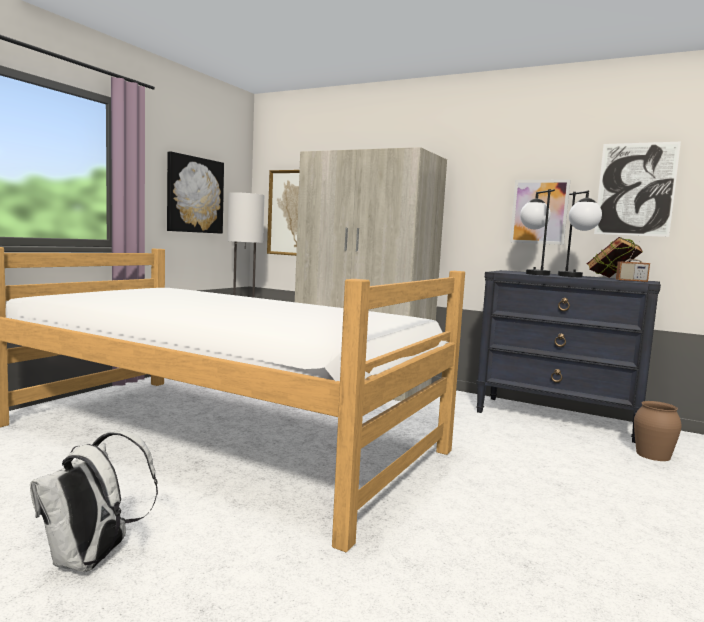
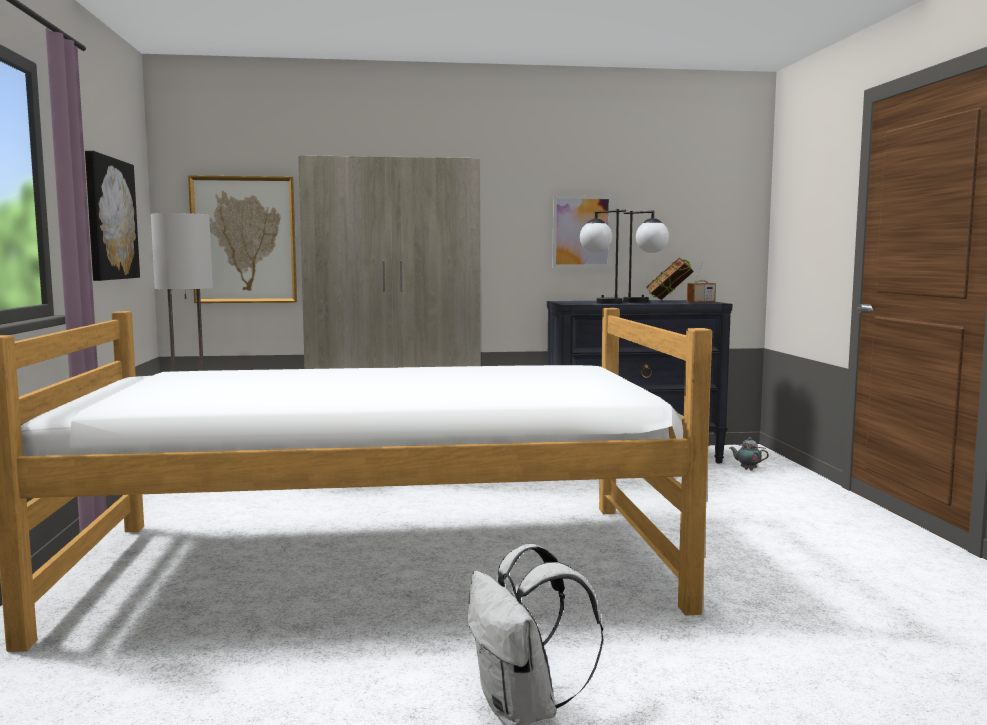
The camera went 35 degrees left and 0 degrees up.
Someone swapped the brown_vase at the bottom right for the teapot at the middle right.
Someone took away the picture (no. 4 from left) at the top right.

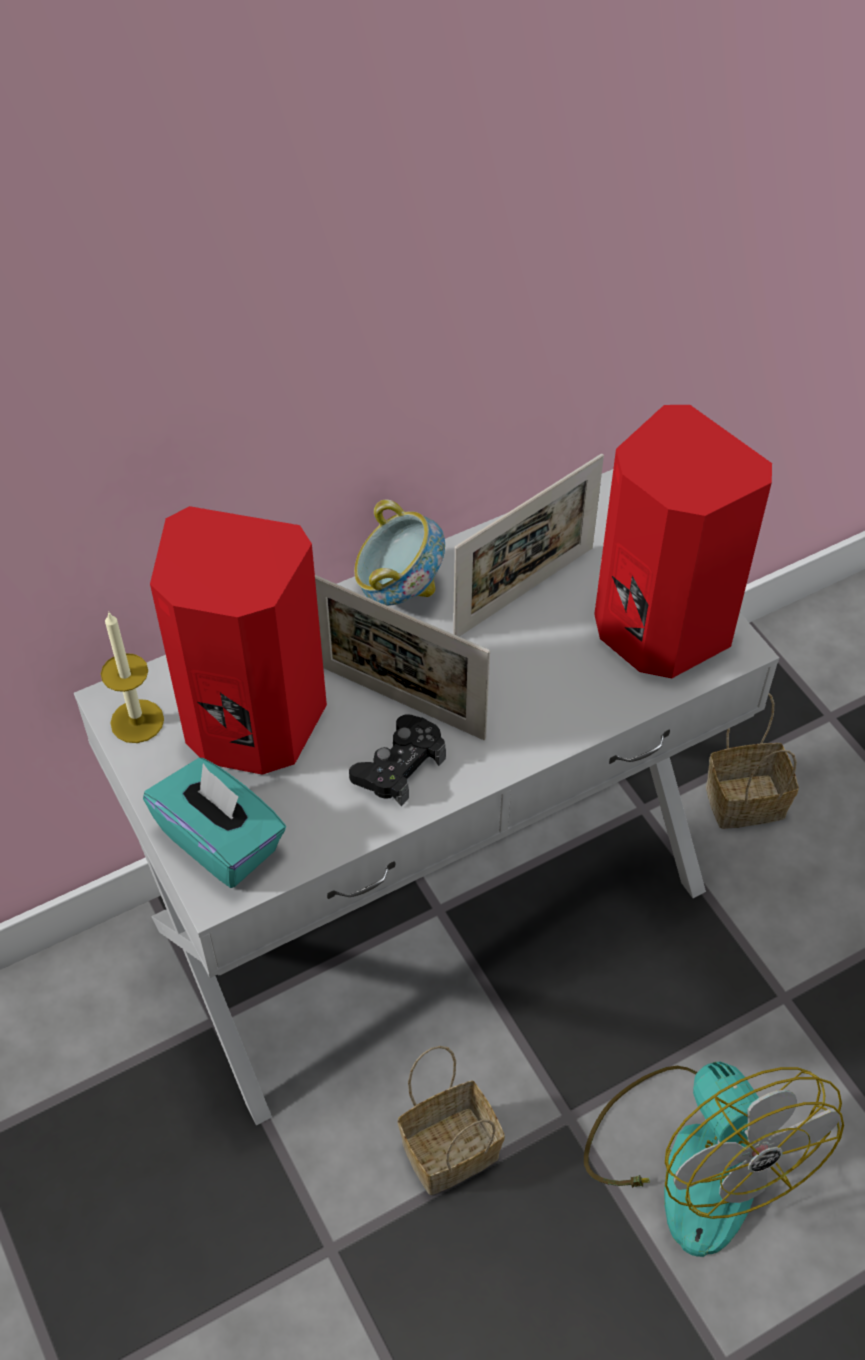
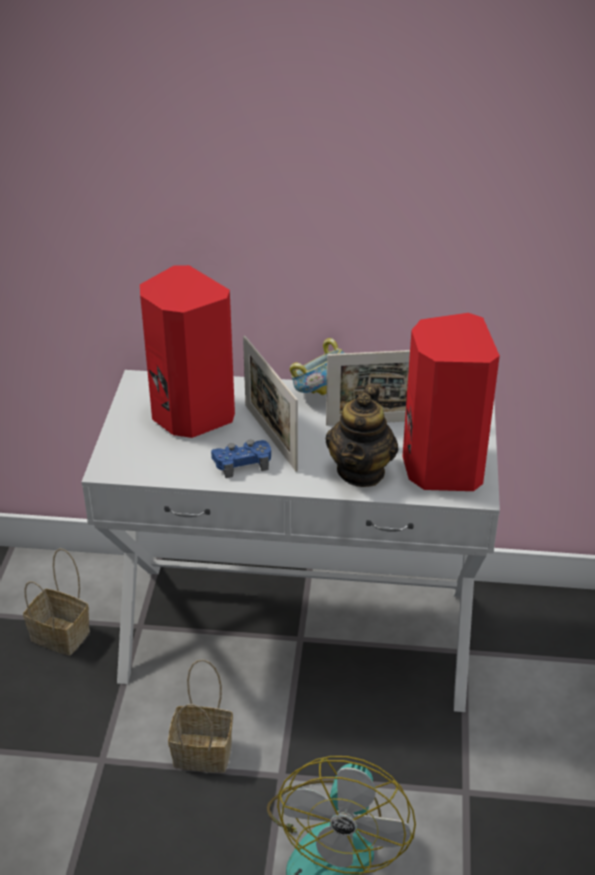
The camera went 35 degrees right and 15 degrees down.
Someone carried the basket (no. 2 from left in the first image) from the middle right to the bottom left.
Someone repainted the black_game_controller at the centre, which became the blue_game_controller at the centre.
Someone put down the teapot at the centre.
Someone took away the candle at the middle left.
Someone took away the turquoise_tissue_box at the middle left.

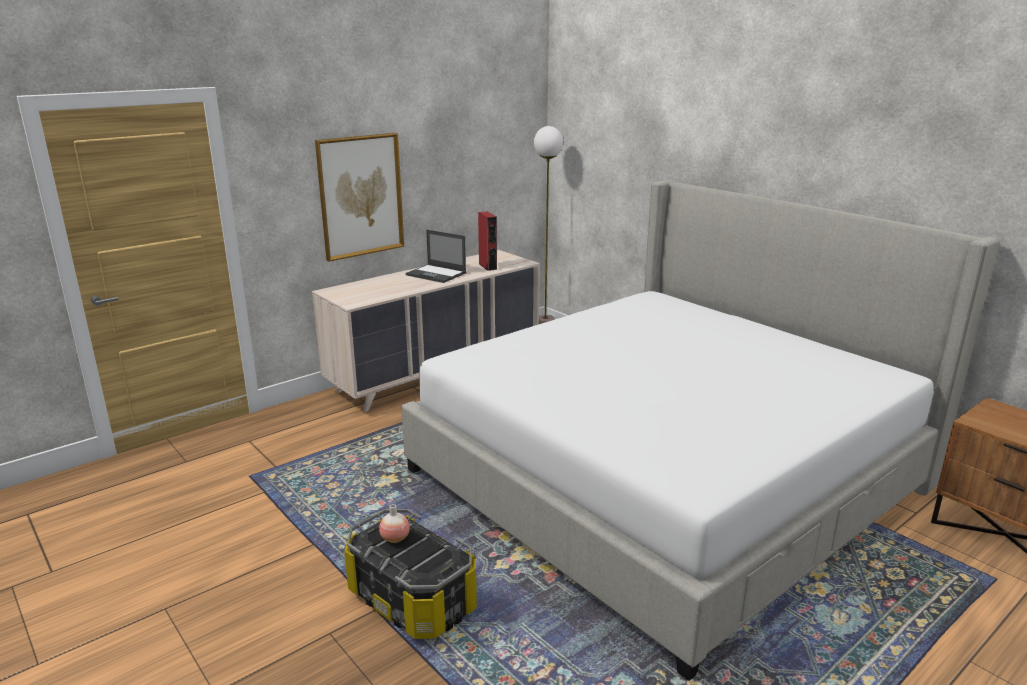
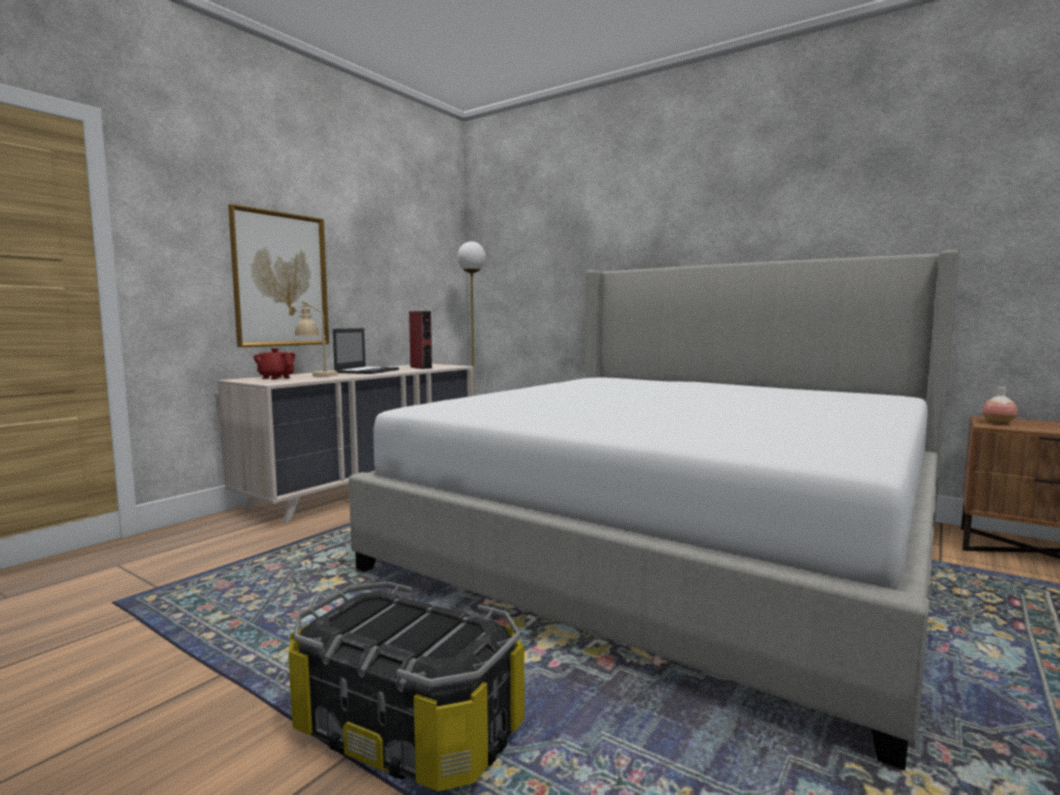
The camera went 15 degrees left and 15 degrees down.
Someone put down the red_teapot at the middle left.
Someone put down the beige_table_lamp at the middle left.
Someone rotated the laptop at the centre by 90 degrees counterclockwise.
Someone carried the vase from the bottom centre to the middle right.

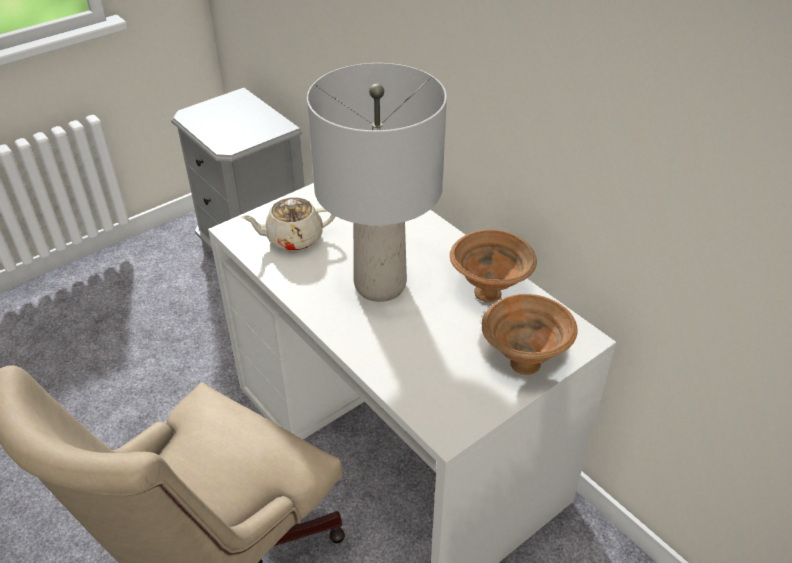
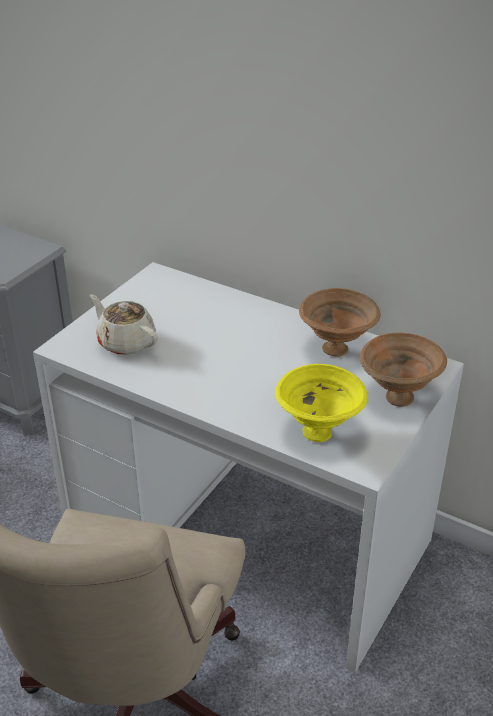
The camera went 20 degrees left and 5 degrees down.
Someone rotated the beige_teapot at the centre by 75 degrees clockwise.
Someone put down the yellow_bowl at the centre.
Someone took away the grey_table_lamp at the top centre.

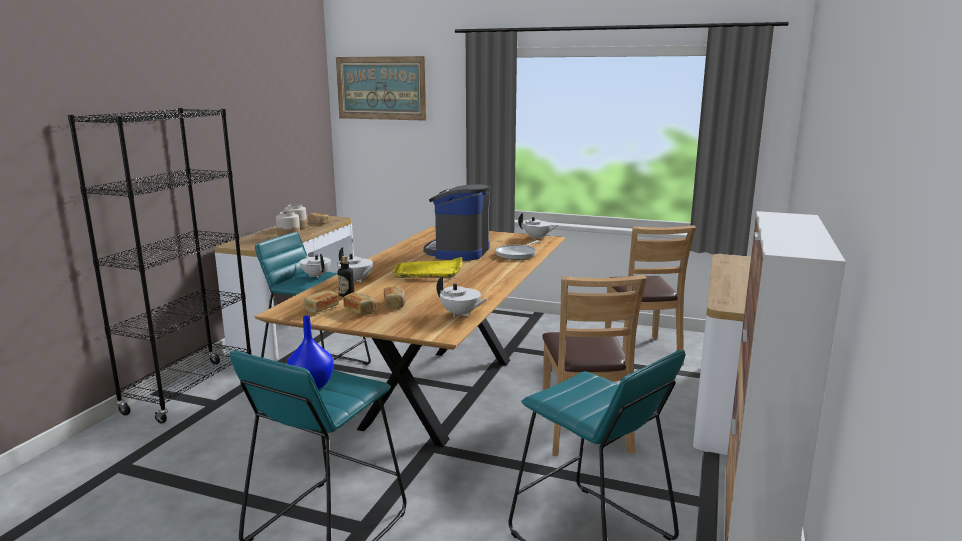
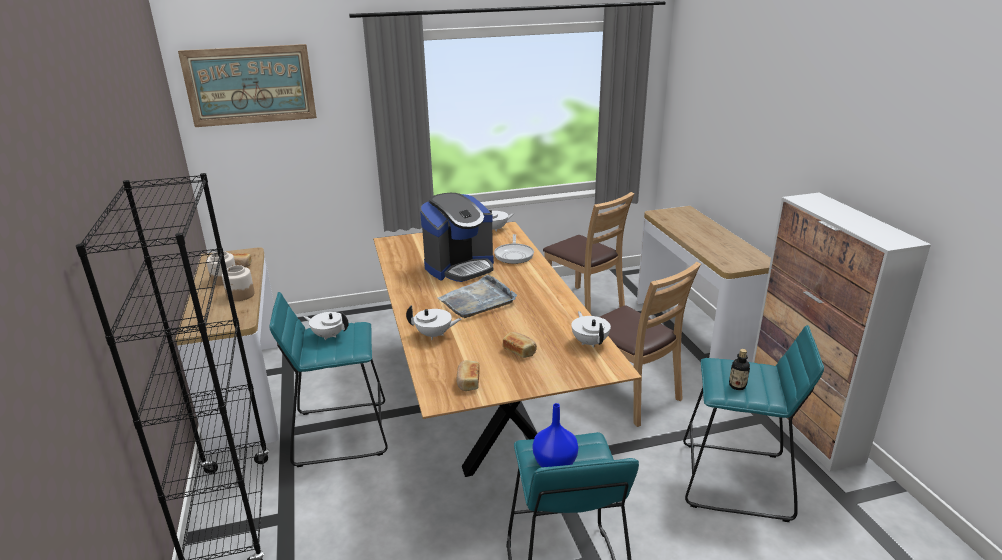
The camera went 35 degrees left and 10 degrees up.
Someone rotated the coffee_machine at the centre by 105 degrees counterclockwise.
Someone repainted the yellow_tray at the centre, which became the grey_tray at the centre.
Someone rotated the white_teapot (no. 3 from left in the first image) at the centre by 105 degrees counterclockwise.
Someone carried the bottle from the centre to the middle right.
Someone took away the bread (no. 3 from left) at the centre.

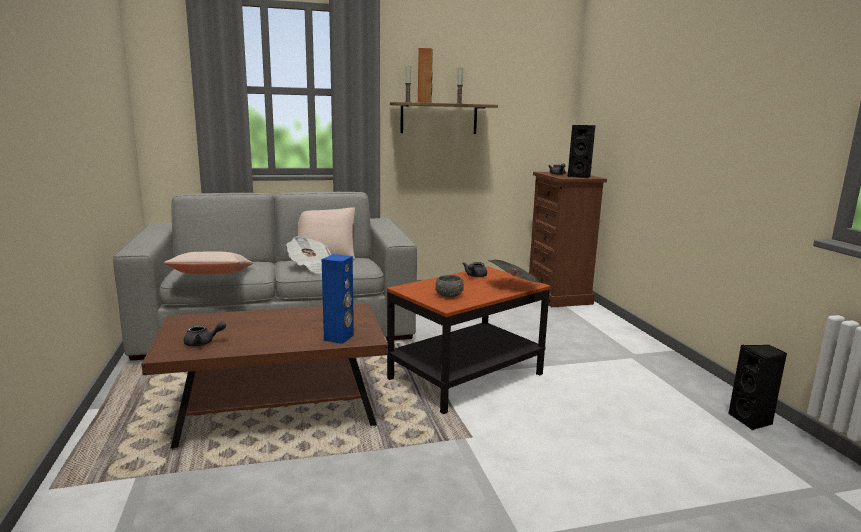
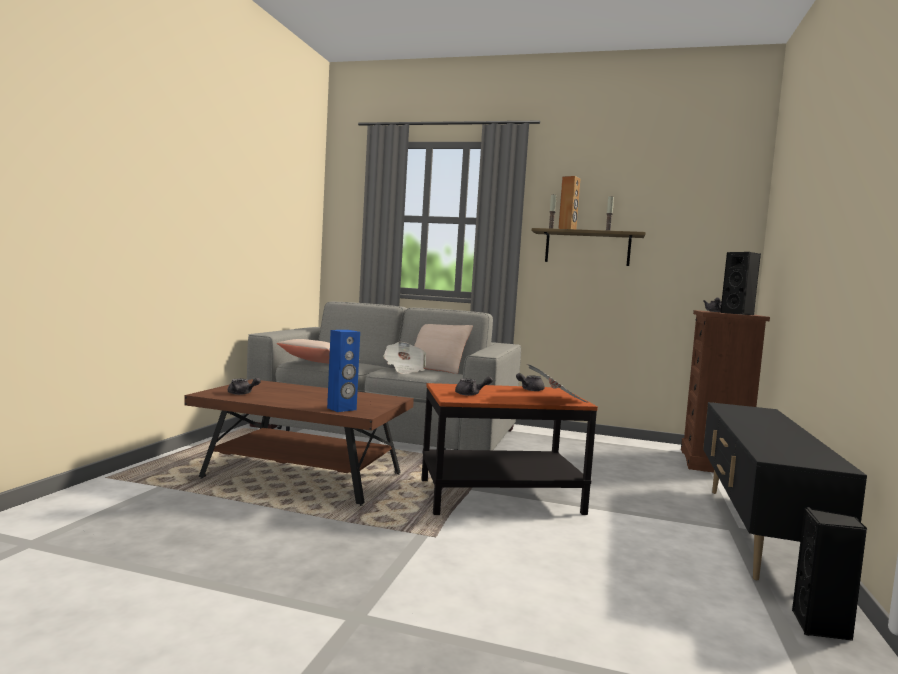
The camera went 30 degrees right and 10 degrees down.
Someone swapped the grey_bowl at the centre for the grey_teapot (no. 2 from left) at the centre.
Someone put down the black_tv_stand at the bottom right.

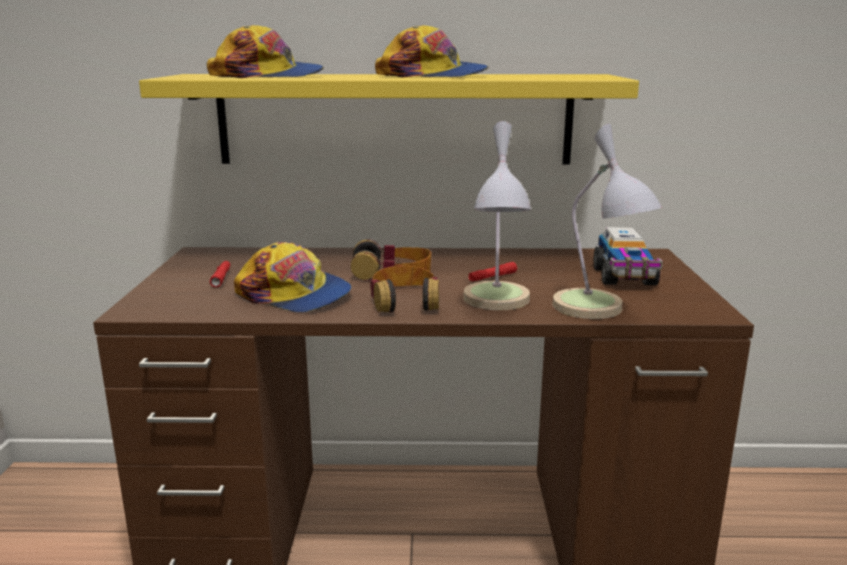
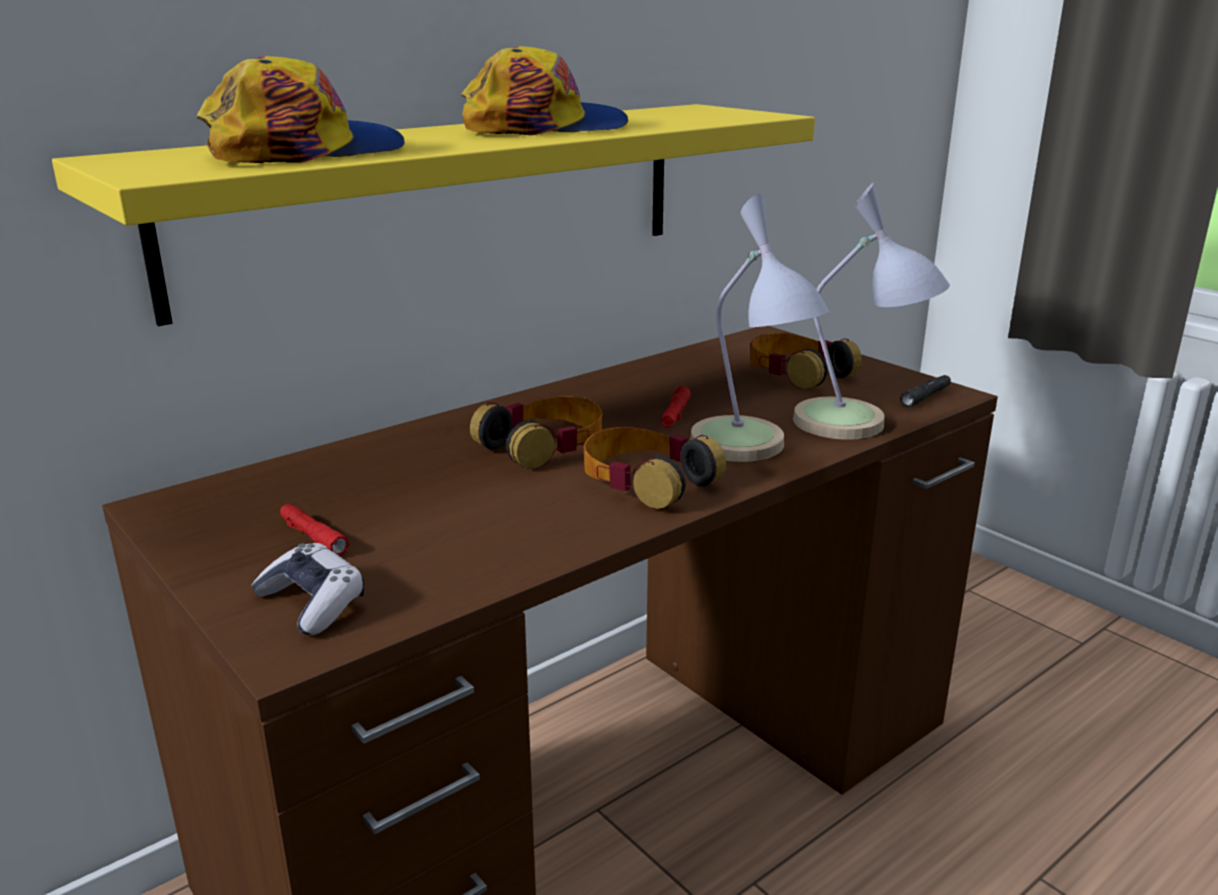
The camera went 40 degrees left and 5 degrees up.
Someone put down the game_controller at the middle left.
Someone swapped the toy_truck at the middle right for the headphones (no. 3 from left) at the centre.
Someone put down the black_flashlight at the middle right.
Someone took away the cap (no. 2 from left) at the centre.

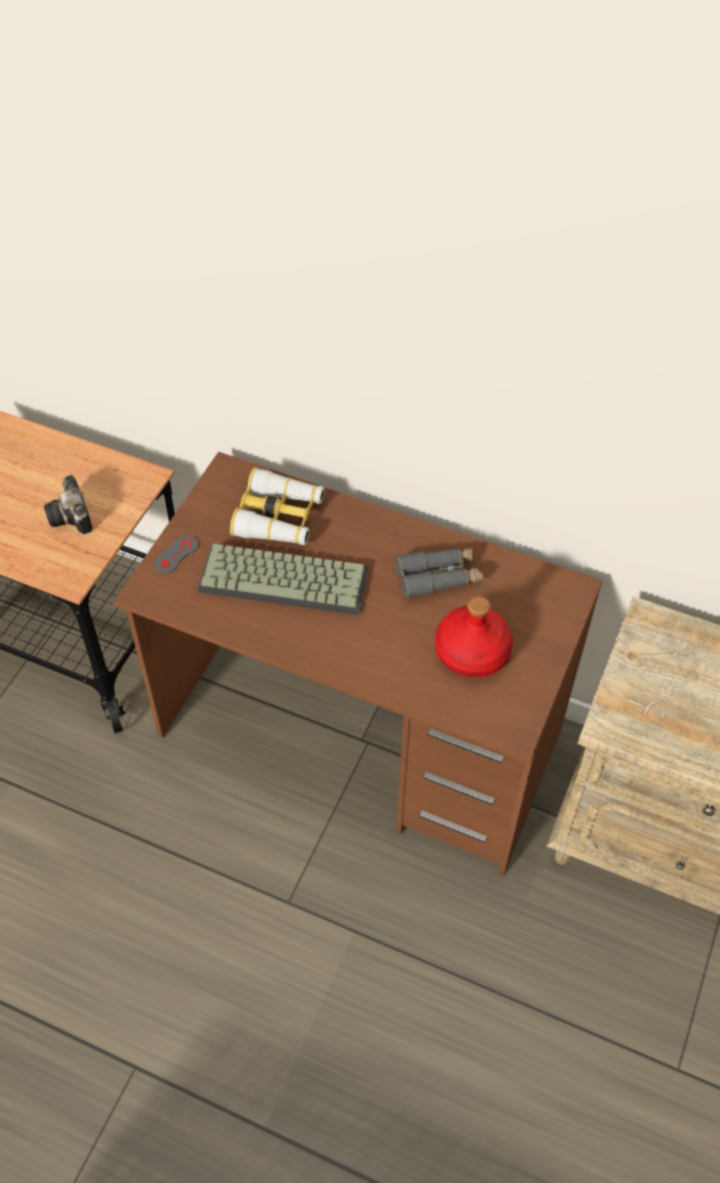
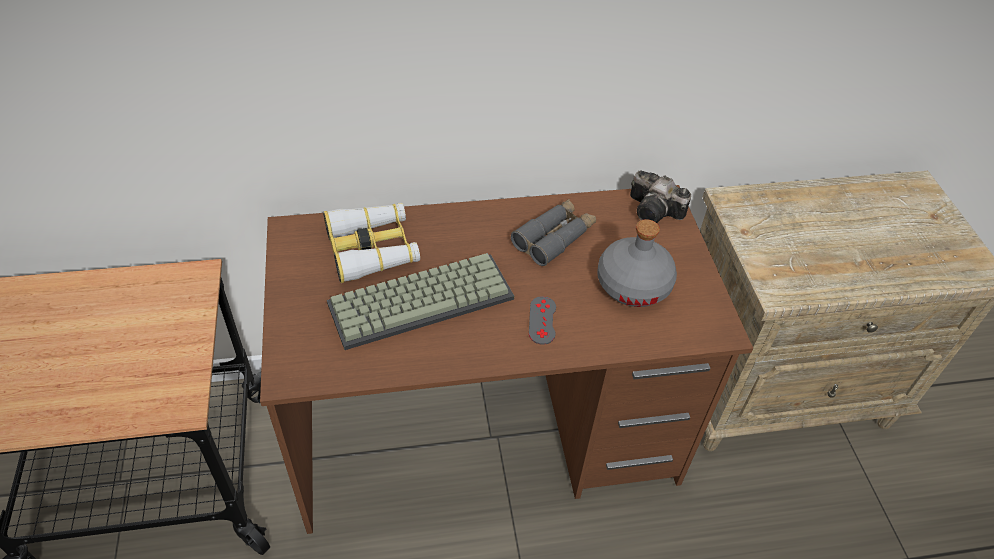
The camera went 35 degrees left and 5 degrees down.
Someone carried the grey_game_controller from the middle left to the centre.
Someone repainted the red_bottle at the centre, which became the grey_bottle at the centre.
Someone carried the photo_camera from the middle left to the centre.

